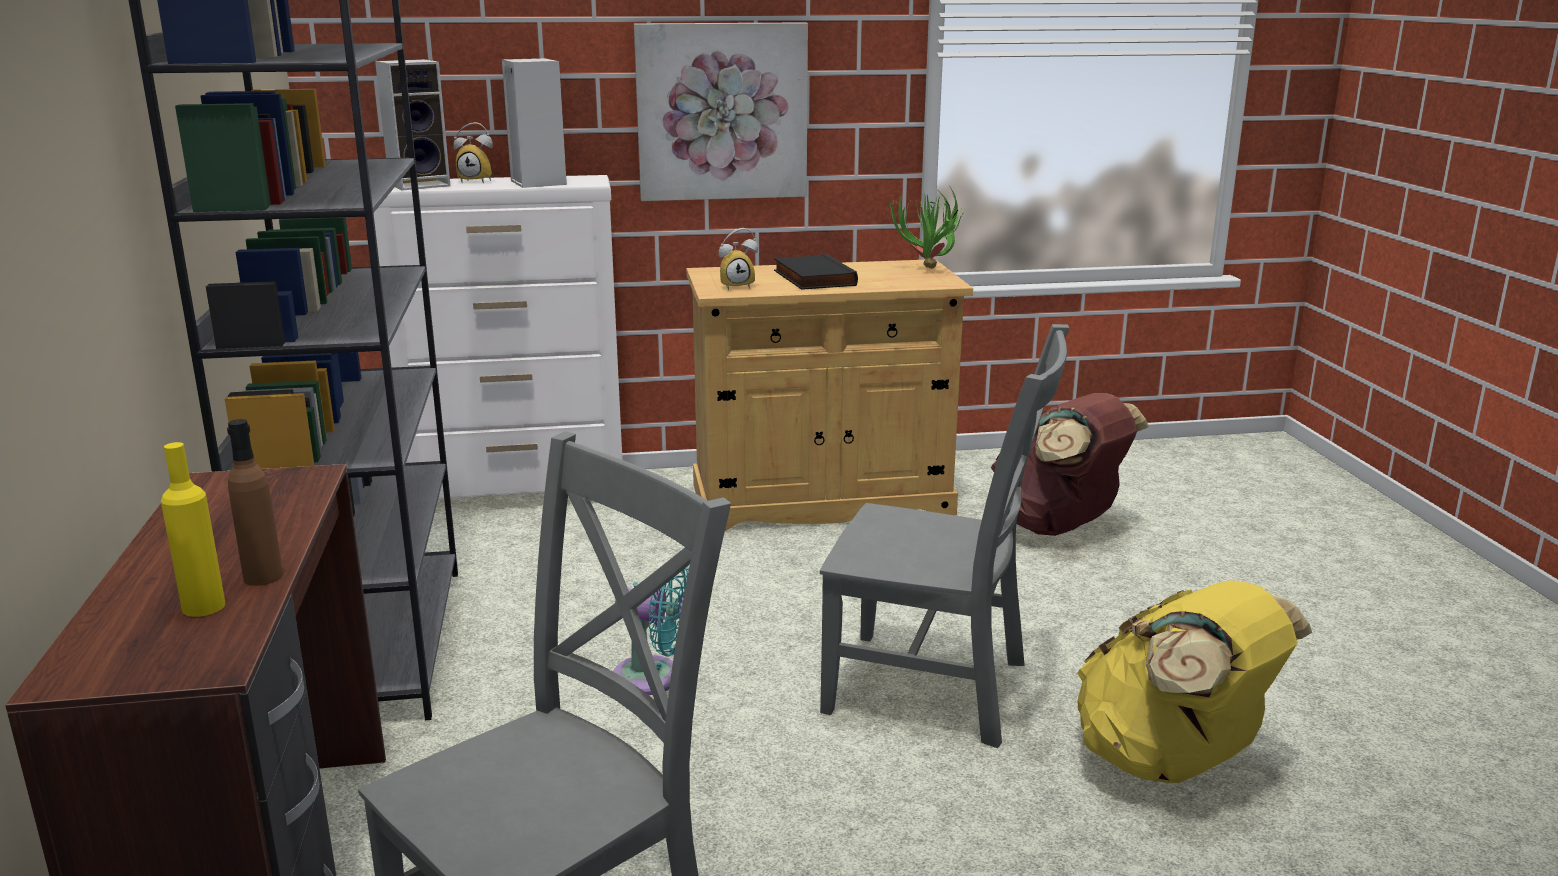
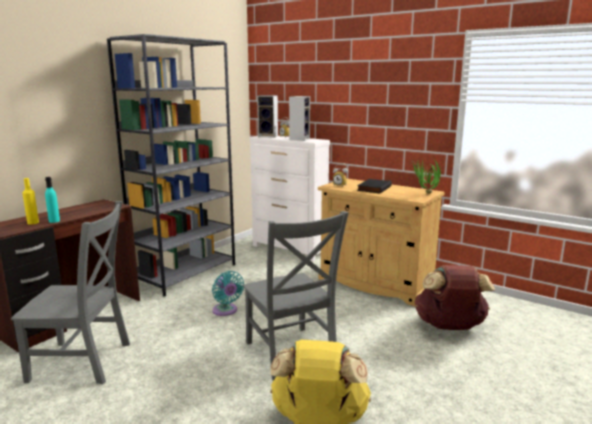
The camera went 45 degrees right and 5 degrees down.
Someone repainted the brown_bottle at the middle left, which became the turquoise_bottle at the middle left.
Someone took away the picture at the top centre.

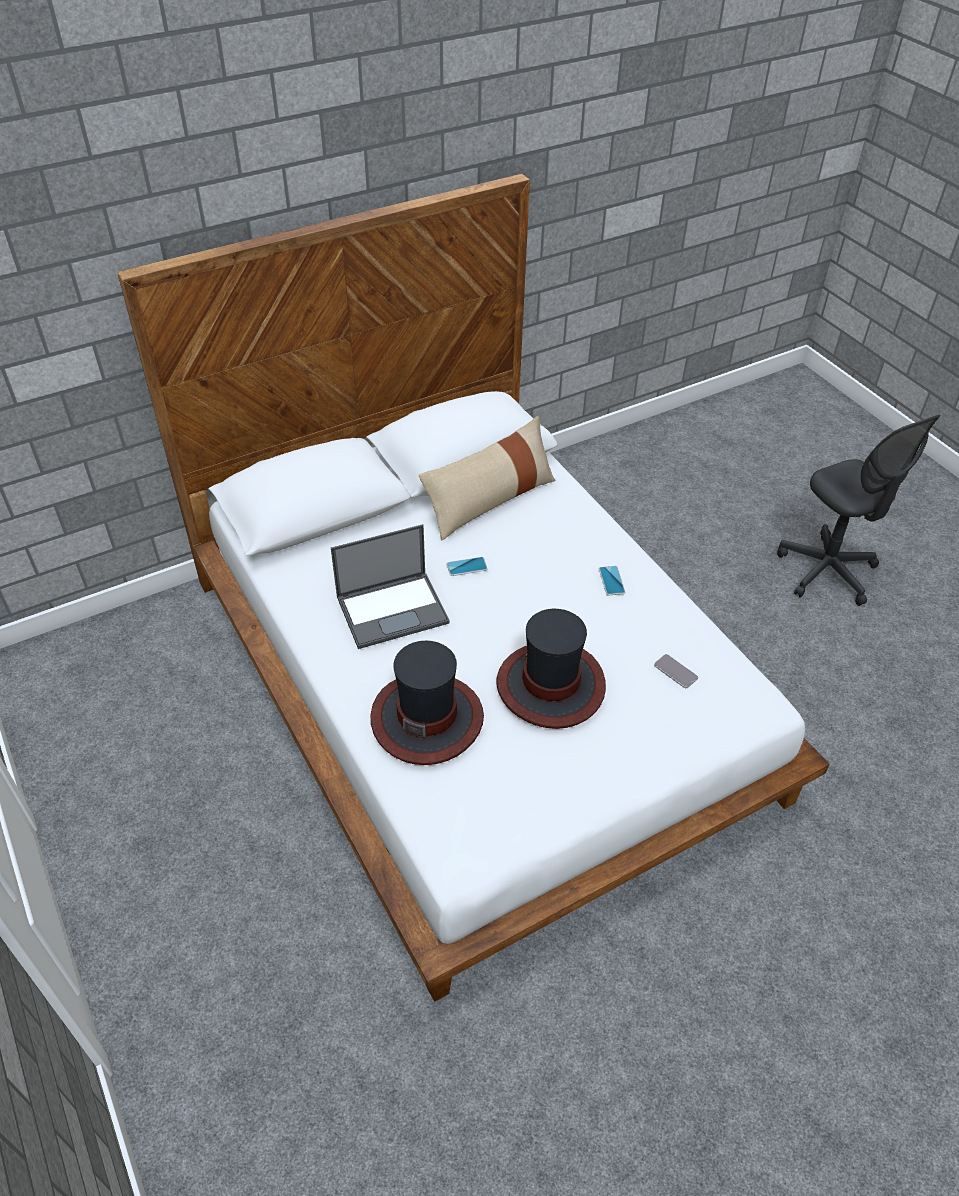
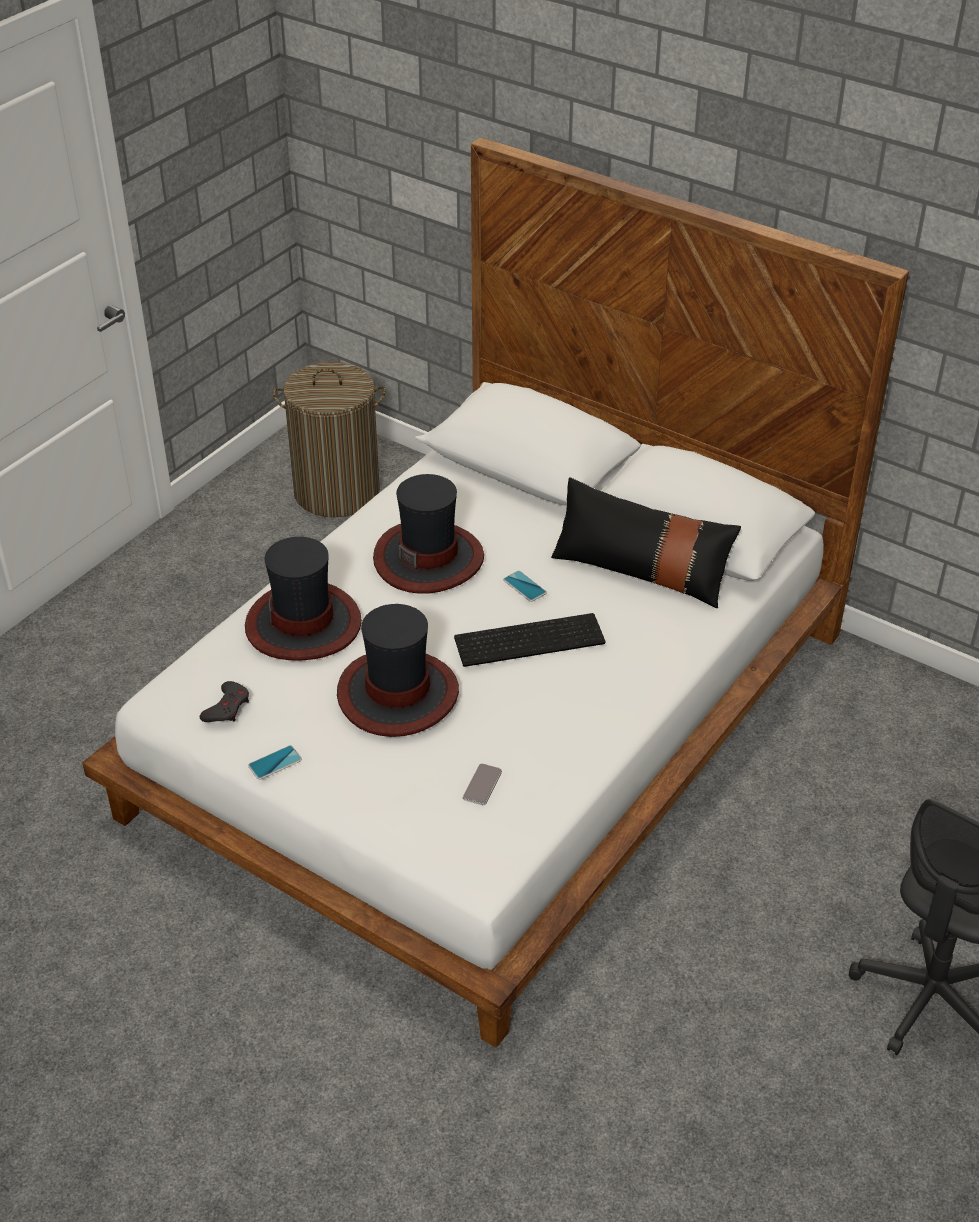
The camera went 65 degrees right and 5 degrees down.
Someone put down the grey_game_controller at the middle left.
Someone carried the phone (no. 2 from left in the first image) from the centre to the middle left.
Someone put down the laundry_basket at the centre.
Someone swapped the laptop at the centre for the hat (no. 3 from left) at the centre.
Someone put down the keyboard at the centre.
Someone repainted the beige_pillow at the centre, which became the black_pillow at the centre.

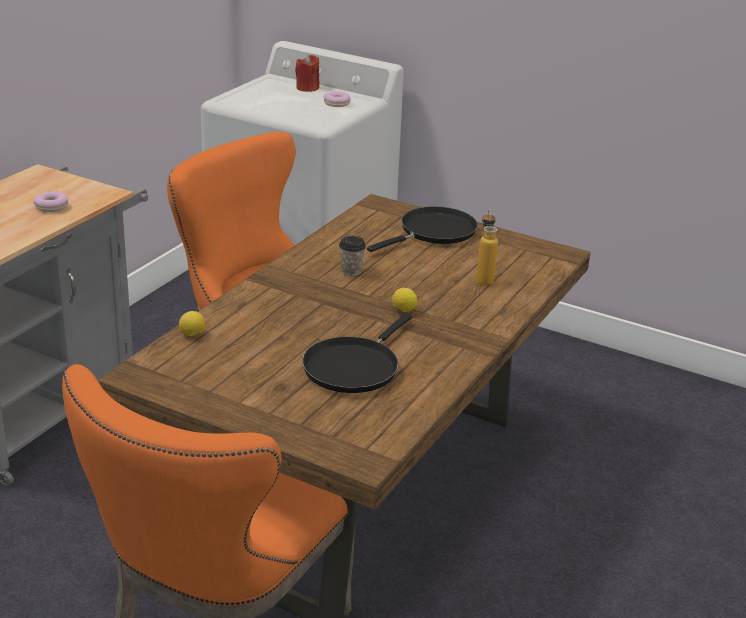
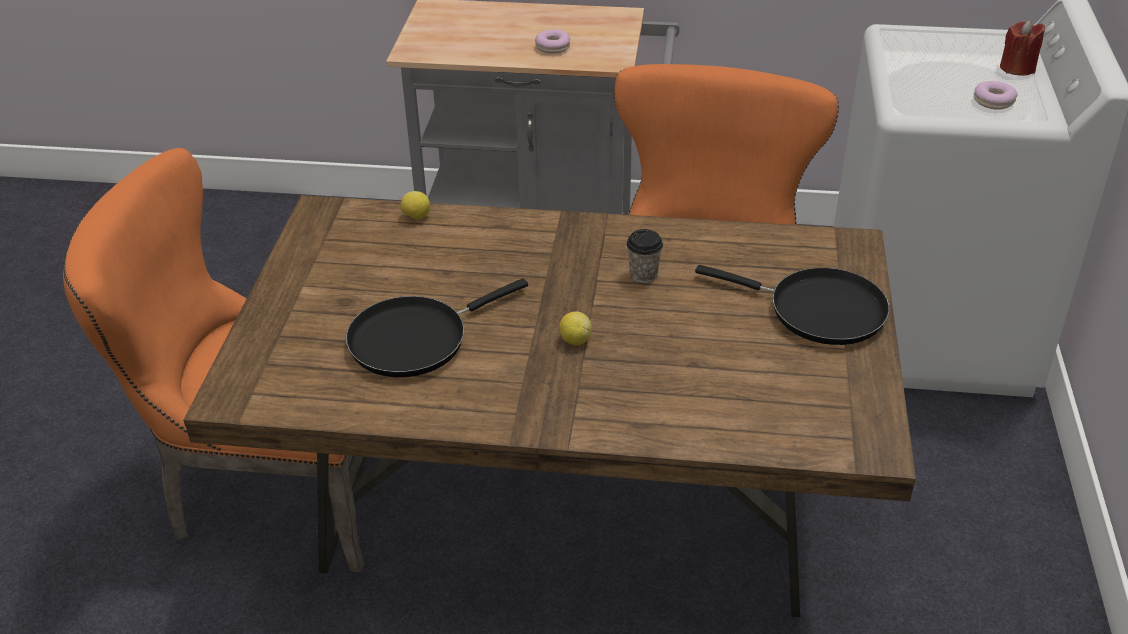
The camera went 70 degrees right and 10 degrees up.
Someone rotated the black_frying_pan (no. 1 from left) at the centre by 45 degrees counterclockwise.
Someone took away the bottle at the centre.

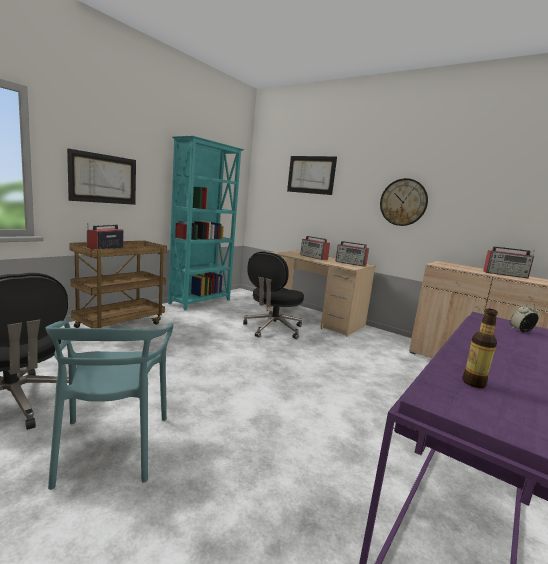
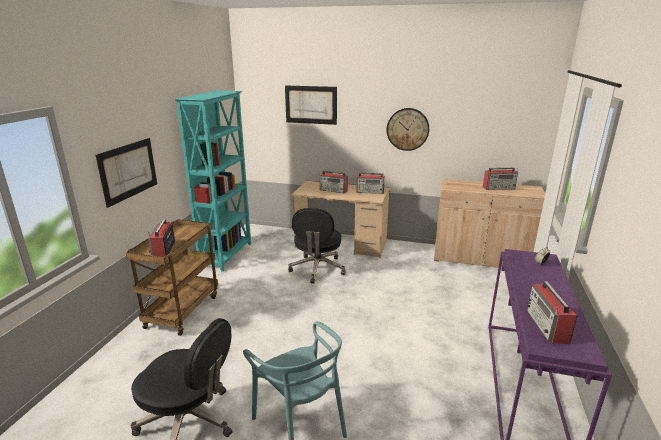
The camera went 20 degrees left and 10 degrees up.
Someone swapped the bottle at the middle right for the radio (no. 5 from left) at the bottom right.

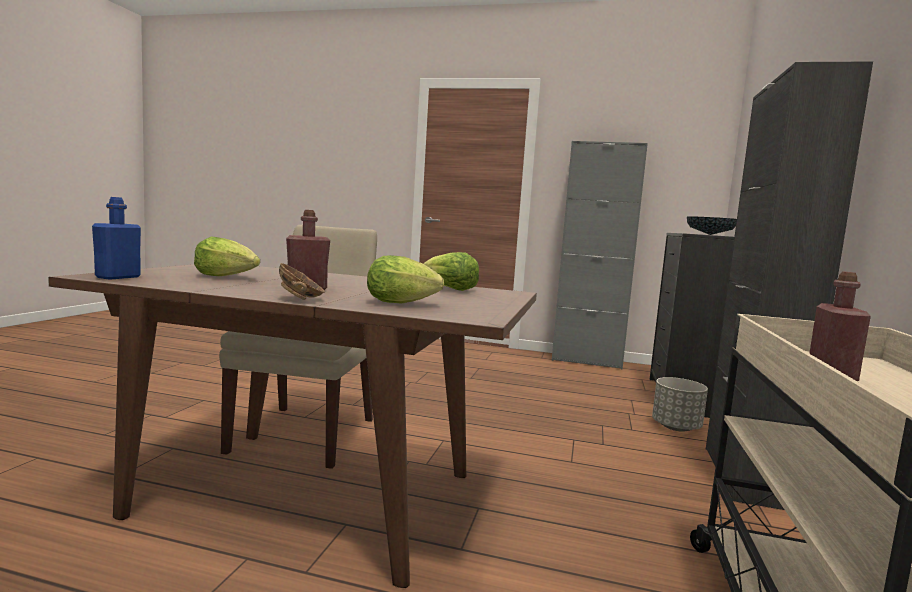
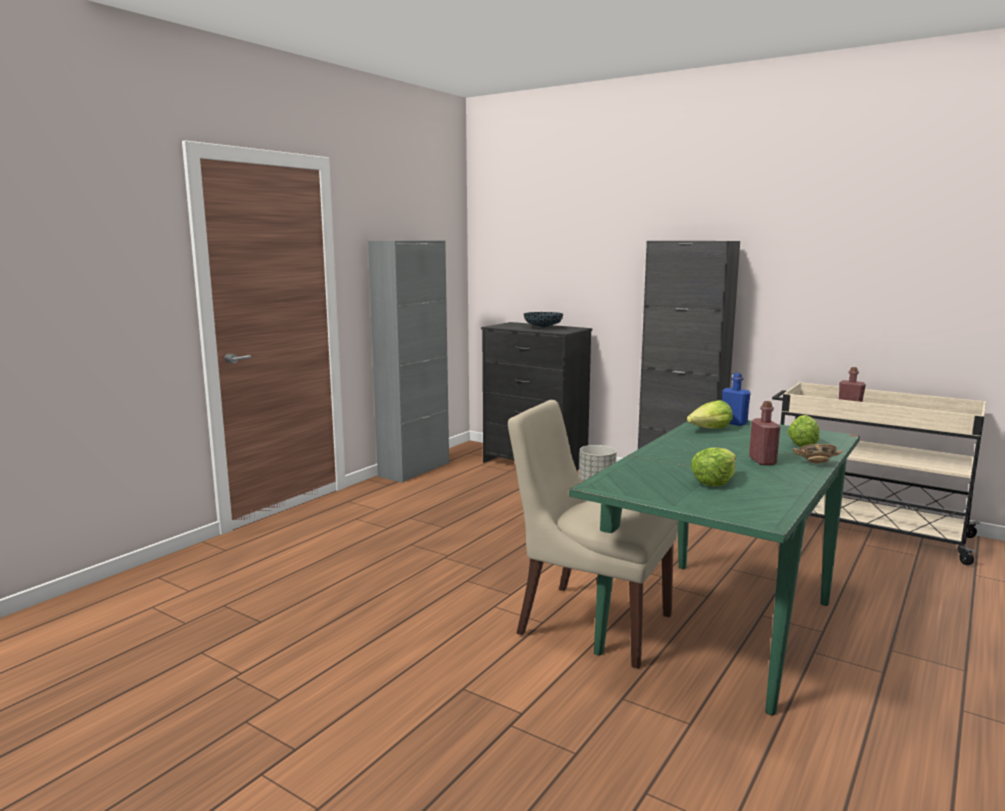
The camera went 70 degrees left and 5 degrees up.
Someone repainted the brown_dining_table at the bottom left, which became the green_dining_table at the bottom right.
Someone carried the blue_bottle from the middle left to the middle right.

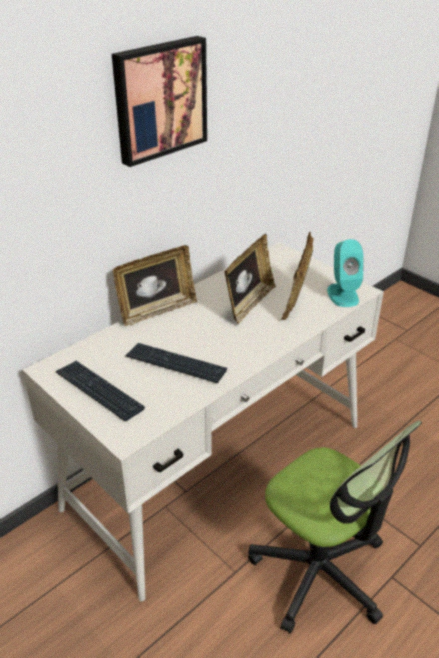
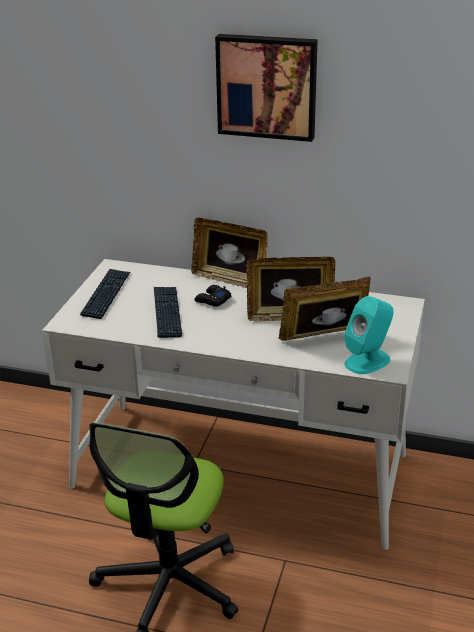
The camera went 60 degrees right and 5 degrees down.
Someone put down the black_game_controller at the centre.

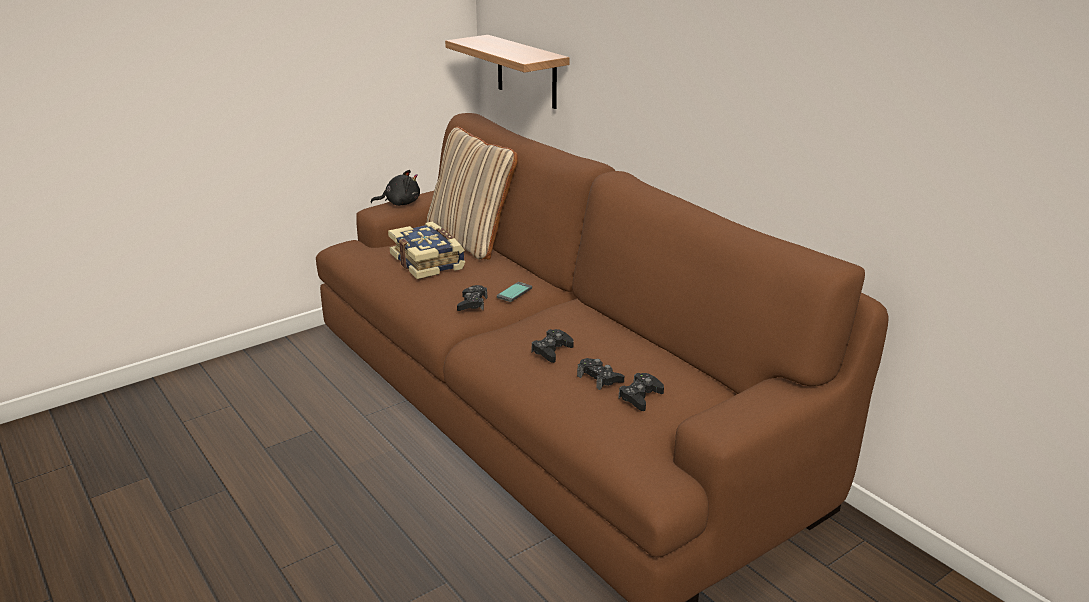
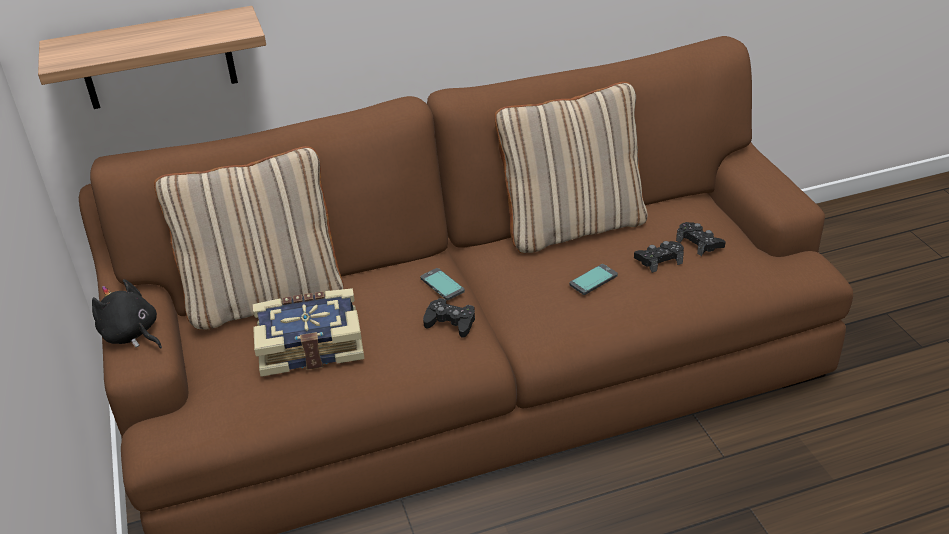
The camera went 70 degrees left and 10 degrees up.
Someone rotated the black_plush_toy at the top centre by 60 degrees counterclockwise.
Someone put down the beige_pillow (no. 2 from left) at the top centre.
Someone swapped the black_game_controller (no. 2 from left) at the centre for the phone (no. 2 from left) at the centre.

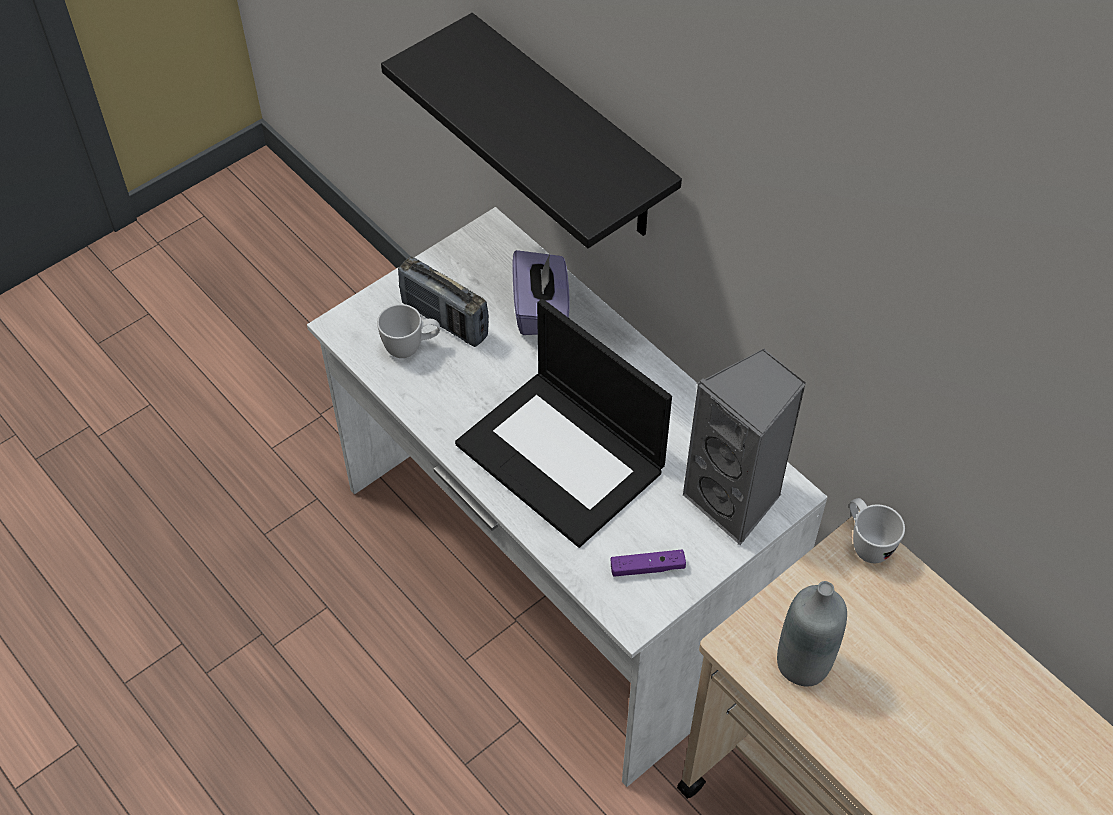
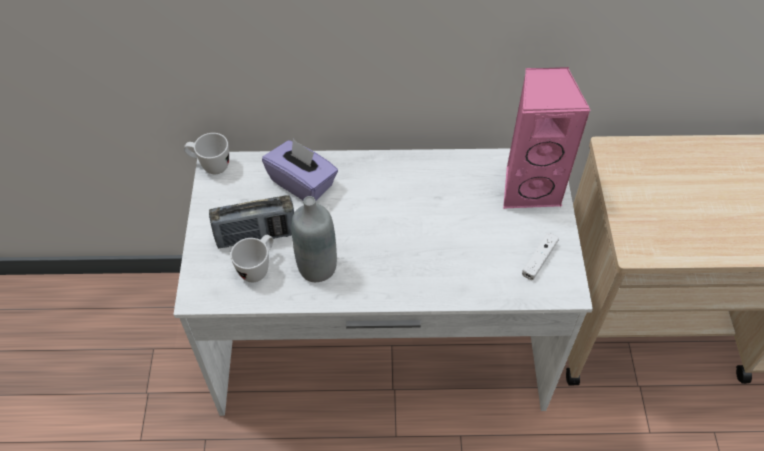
The camera went 50 degrees left and 0 degrees up.
Someone carried the white_mug (no. 2 from left in the first image) from the middle right to the middle left.
Someone carried the grey_bottle from the bottom right to the centre.
Someone repainted the grey_speaker at the middle right, which became the pink_speaker at the top right.
Someone repainted the purple_game_controller at the bottom centre, which became the white_game_controller at the middle right.
Someone took away the black_shelf at the top centre.
Someone took away the laptop at the centre.

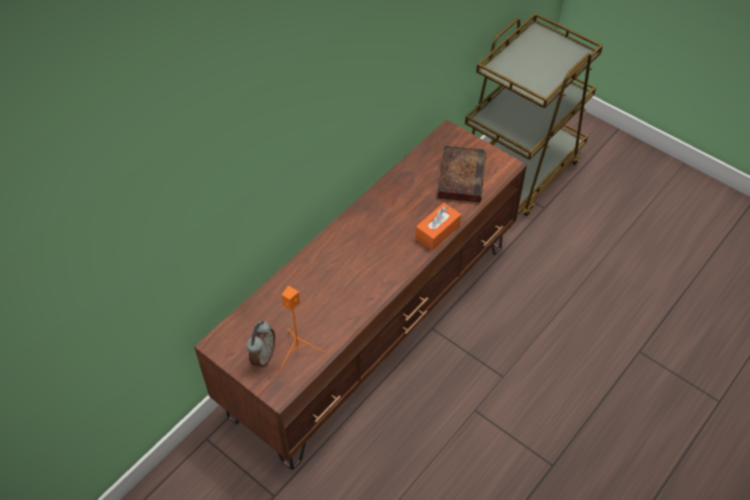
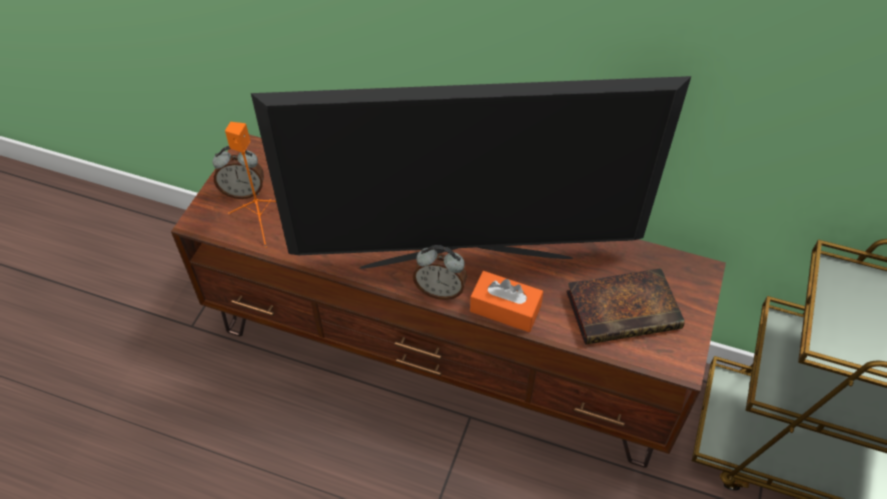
The camera went 70 degrees right and 0 degrees up.
Someone put down the television at the centre.
Someone put down the alarm_clock (no. 2 from left) at the centre.

